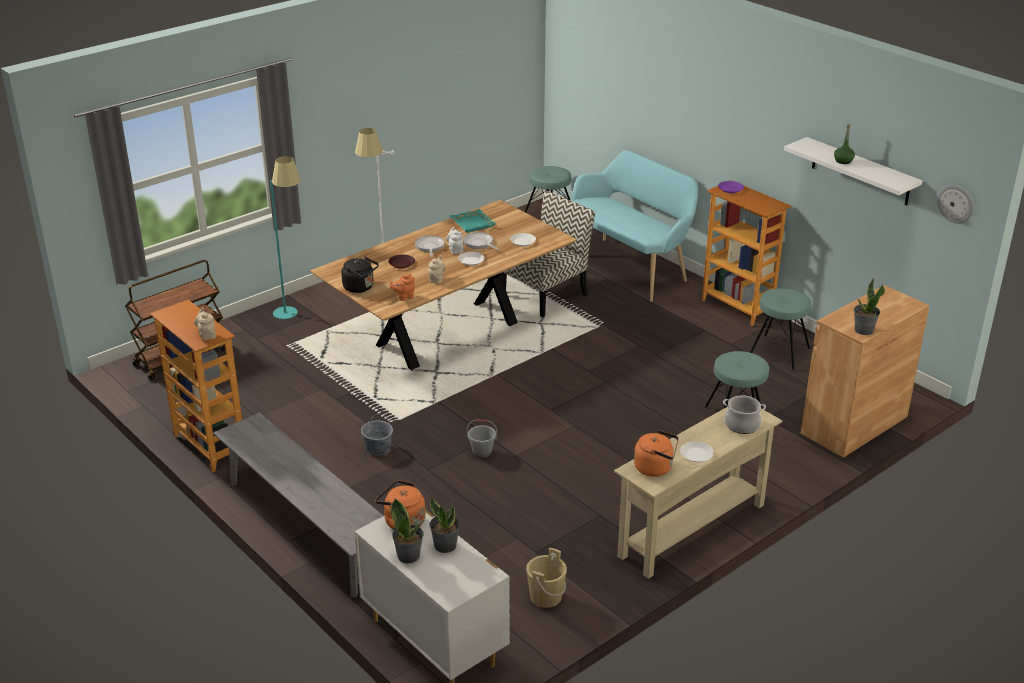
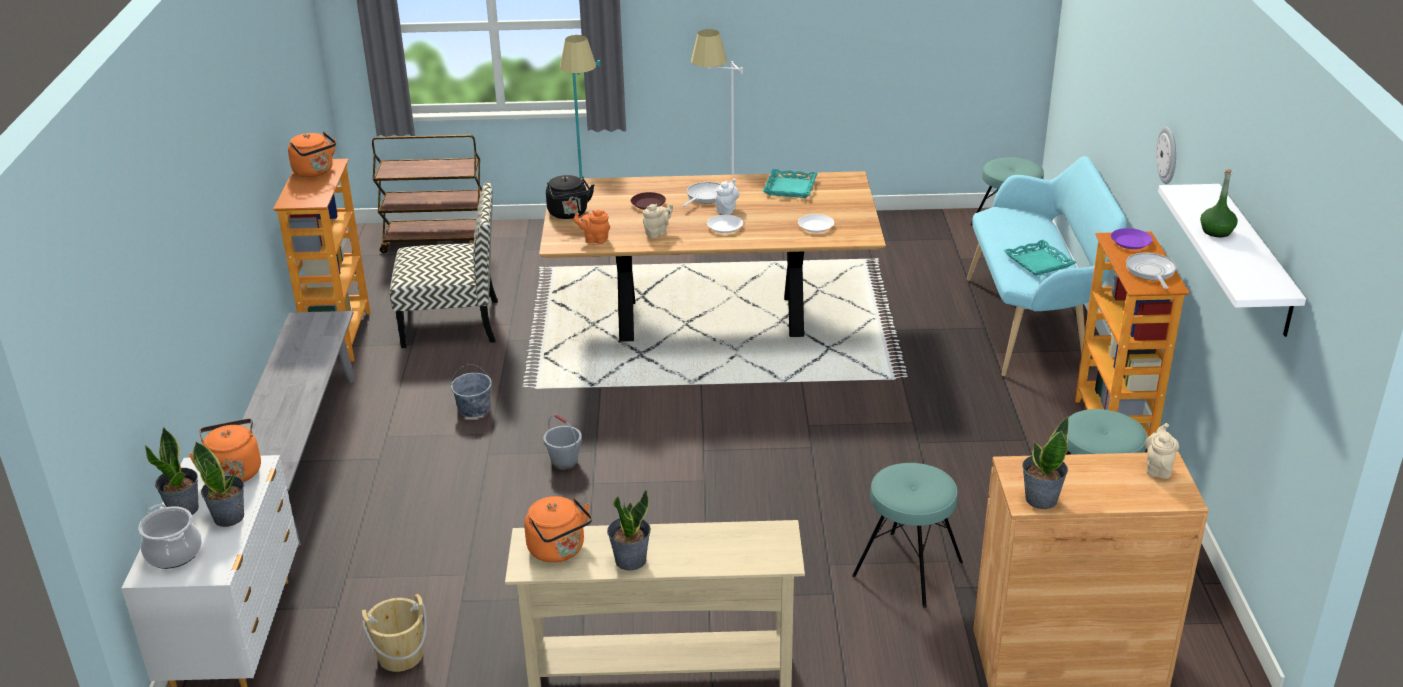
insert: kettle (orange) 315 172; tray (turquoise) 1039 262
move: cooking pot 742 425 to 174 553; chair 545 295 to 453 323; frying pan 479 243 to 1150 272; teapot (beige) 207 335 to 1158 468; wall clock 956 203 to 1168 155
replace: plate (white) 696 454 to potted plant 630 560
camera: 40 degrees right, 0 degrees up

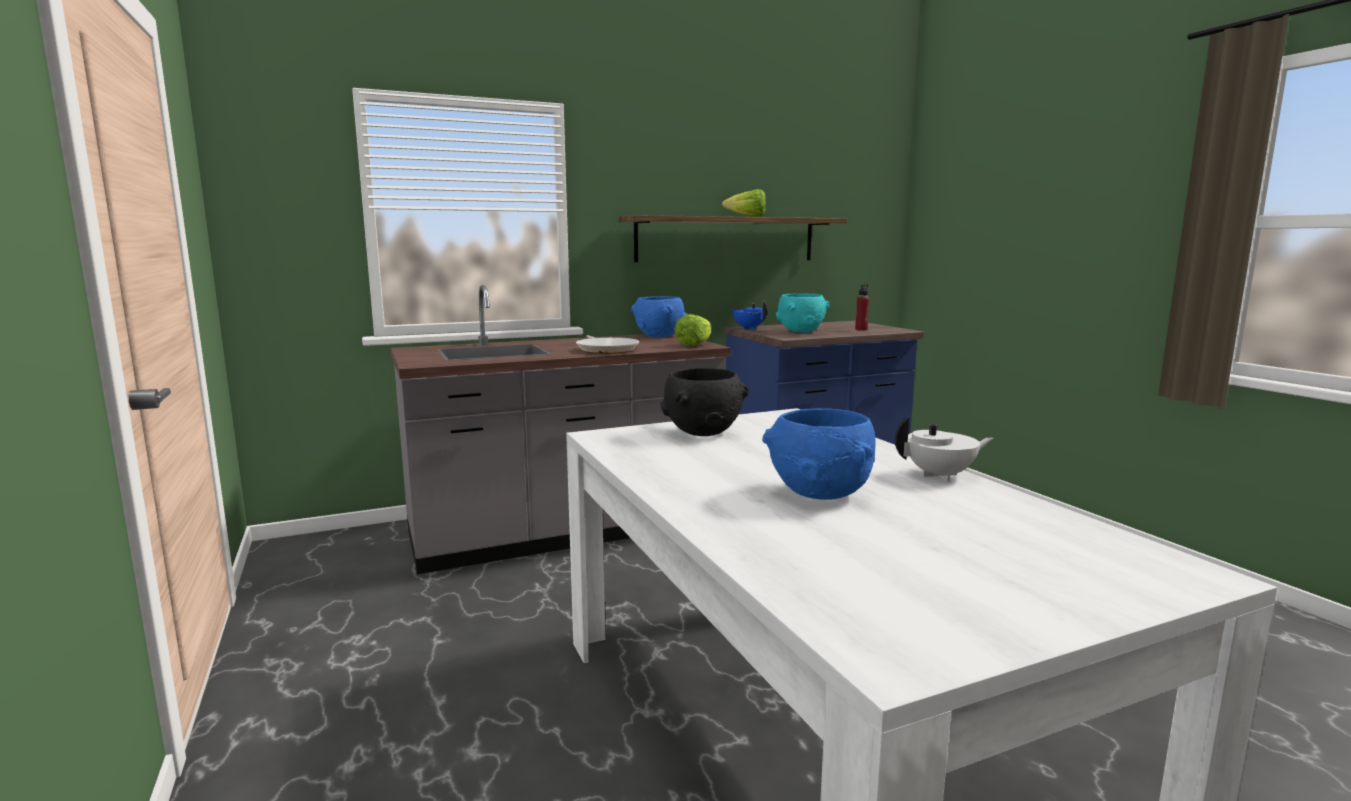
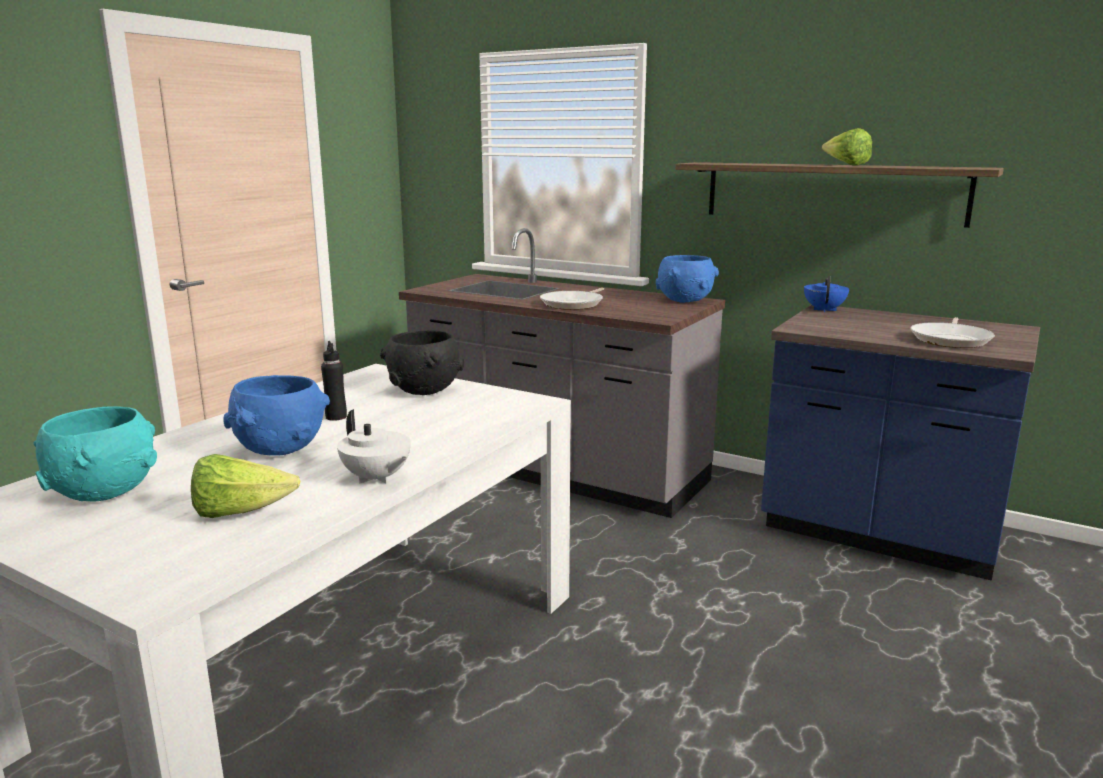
insert: bottle (black) 336 417
move: bowl (turquoise) 800 331 to 105 493; lettuce 694 344 to 240 512
replace: bottle (red) 861 329 to frying pan 951 339
camera: 55 degrees right, 5 degrees up

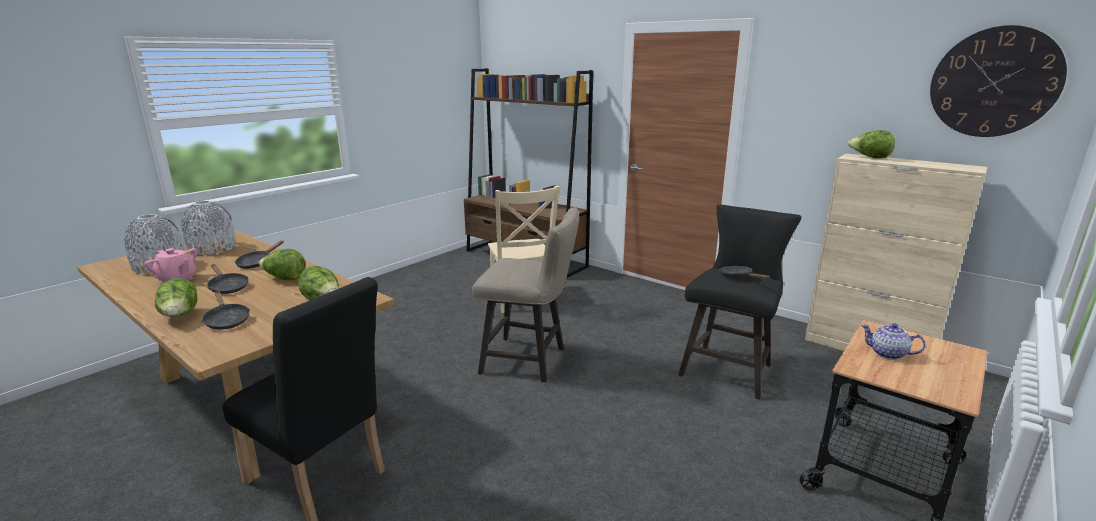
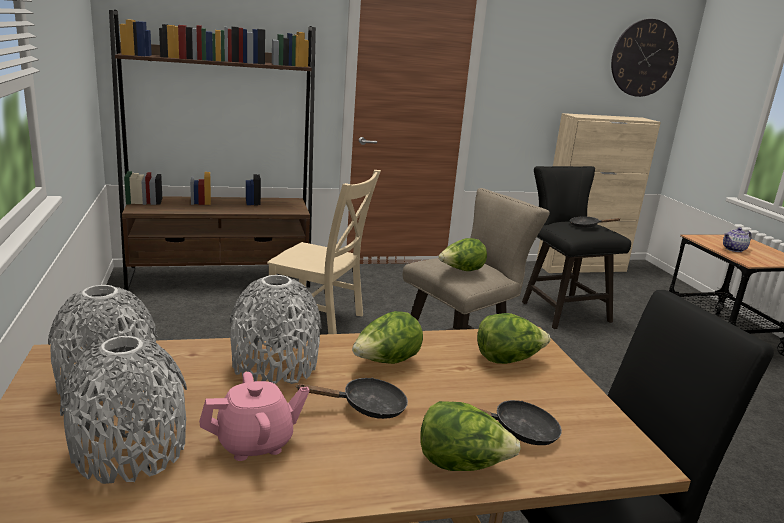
move: lettuce 870 158 to 461 271
replace: frying pan (black) 257 263 to vase (grey) 275 365
camera: 55 degrees left, 0 degrees up

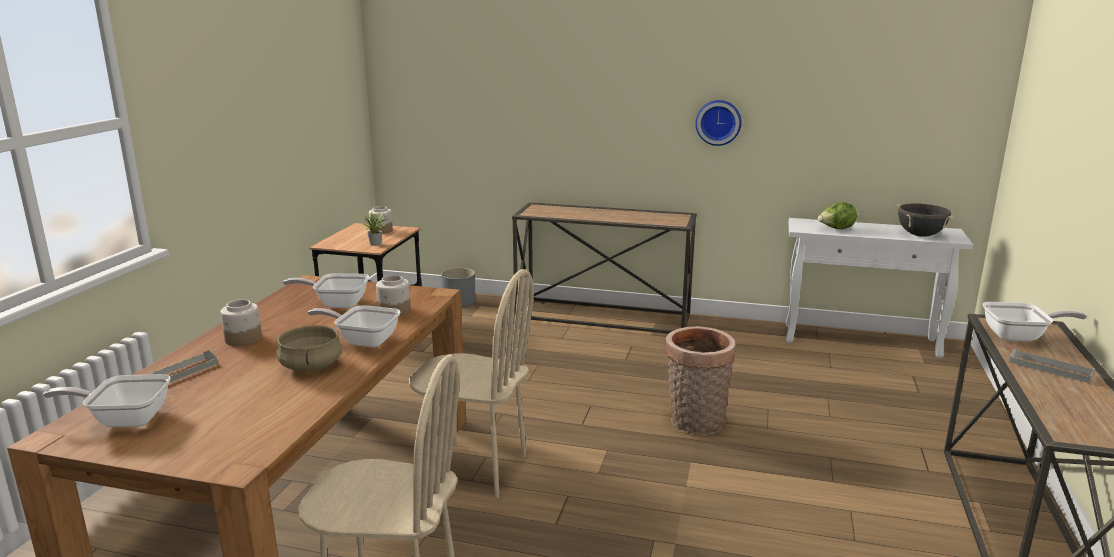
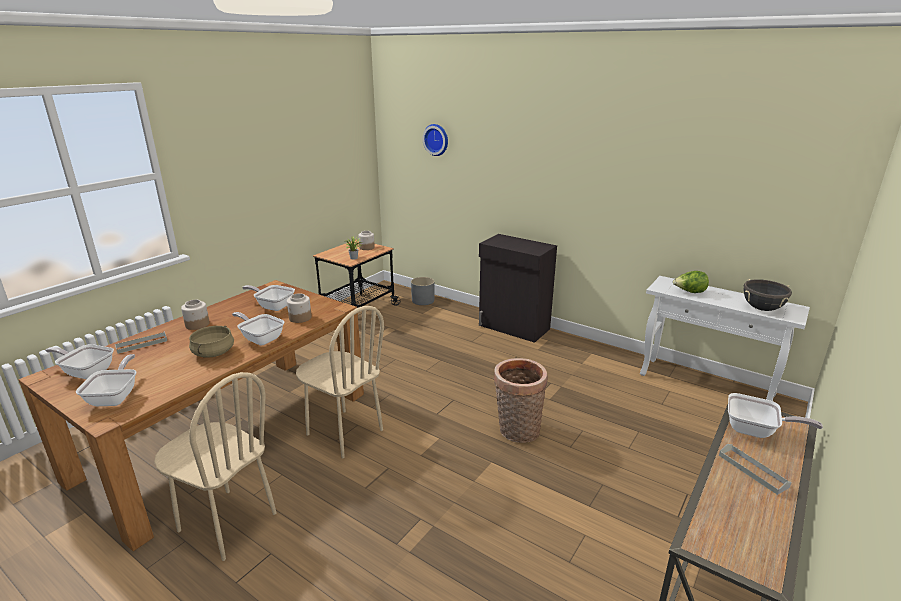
insert: frying pan 116 396
move: wall clock 718 122 to 437 139
replace: console table 603 315 to cabinet (black) 514 327
camera: 20 degrees right, 5 degrees up

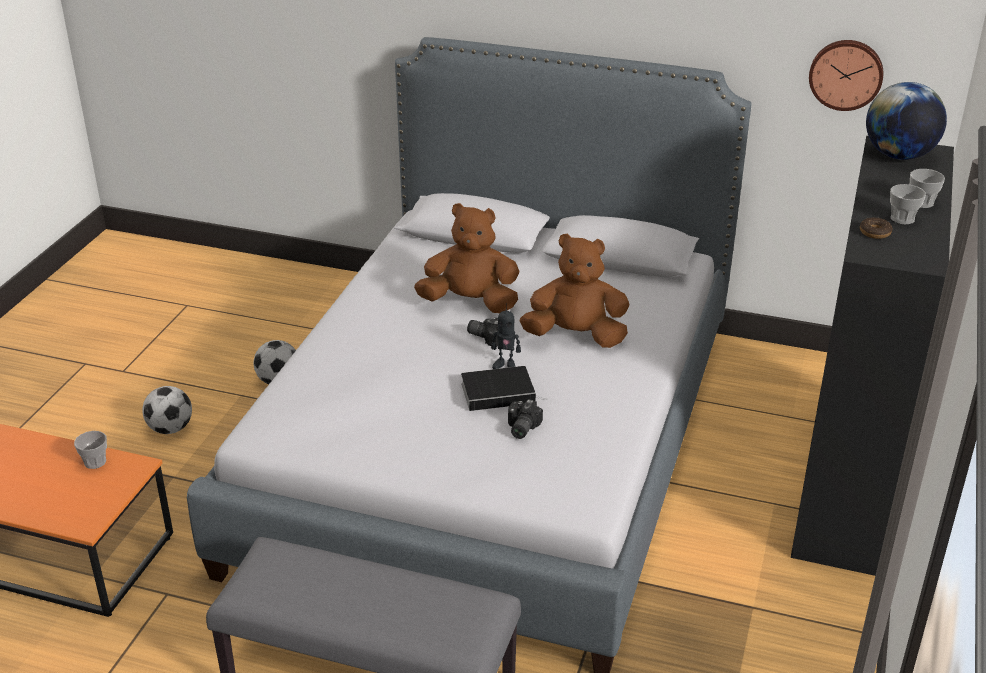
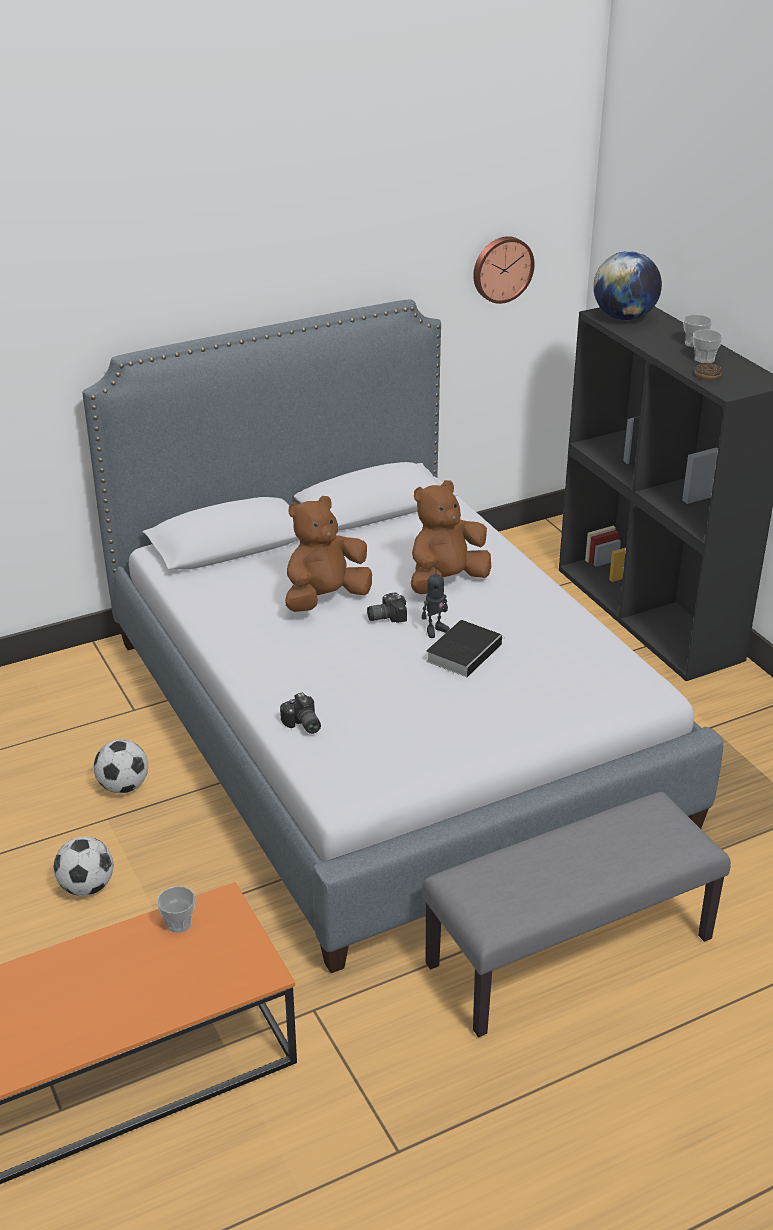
move: photo camera 520 428 to 302 725
camera: 45 degrees left, 0 degrees up

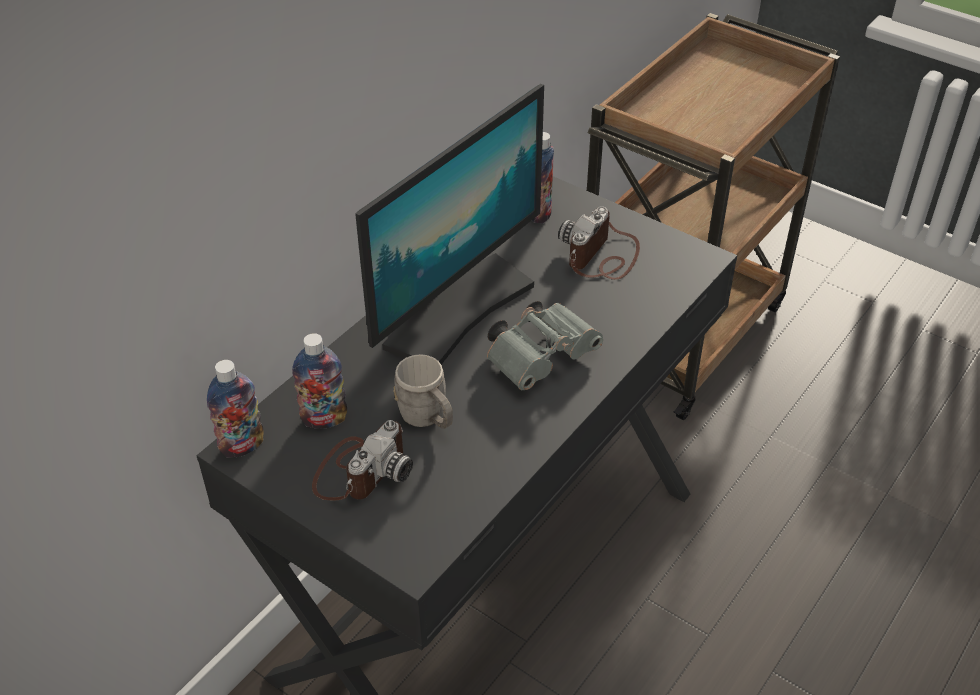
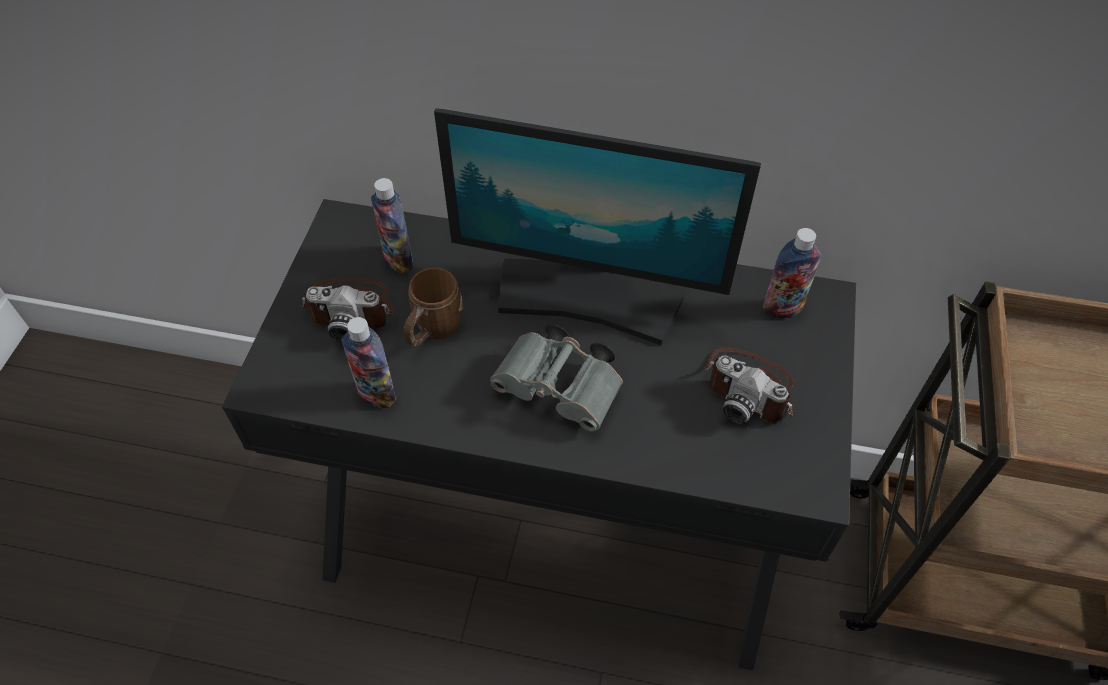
move: bottle 242 445 to 376 394
recolor: mug (grey) 428 418 to mug (brown) 433 331
rotate: photo camera 602 256 = 750 388 150 degrees counterclockwise
camera: 65 degrees right, 10 degrees up

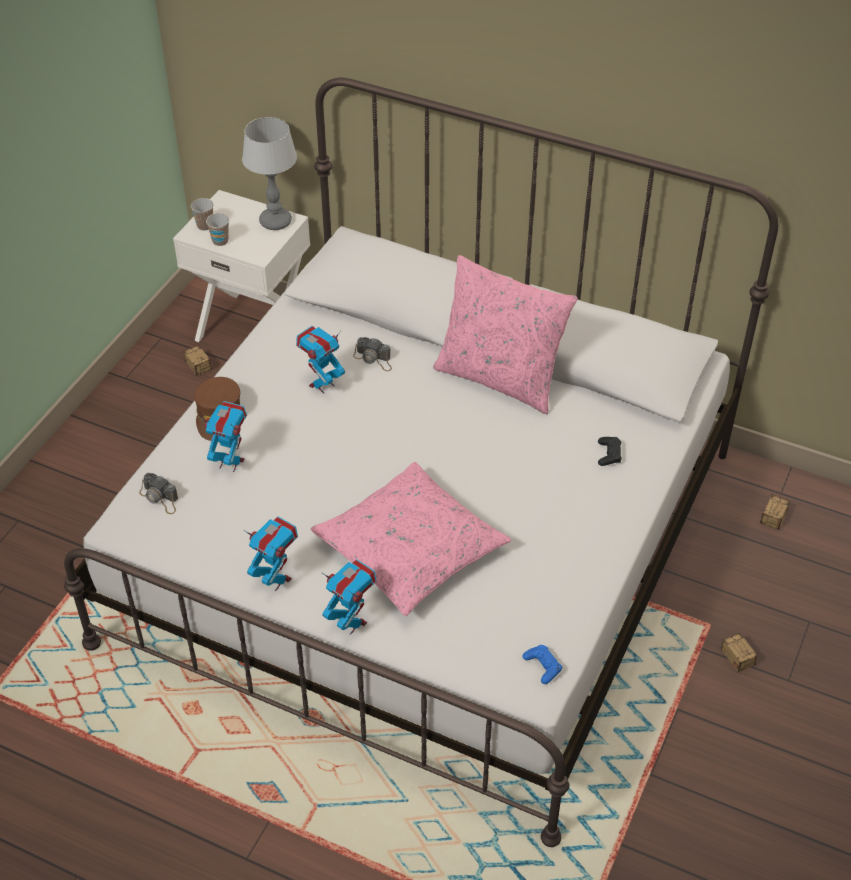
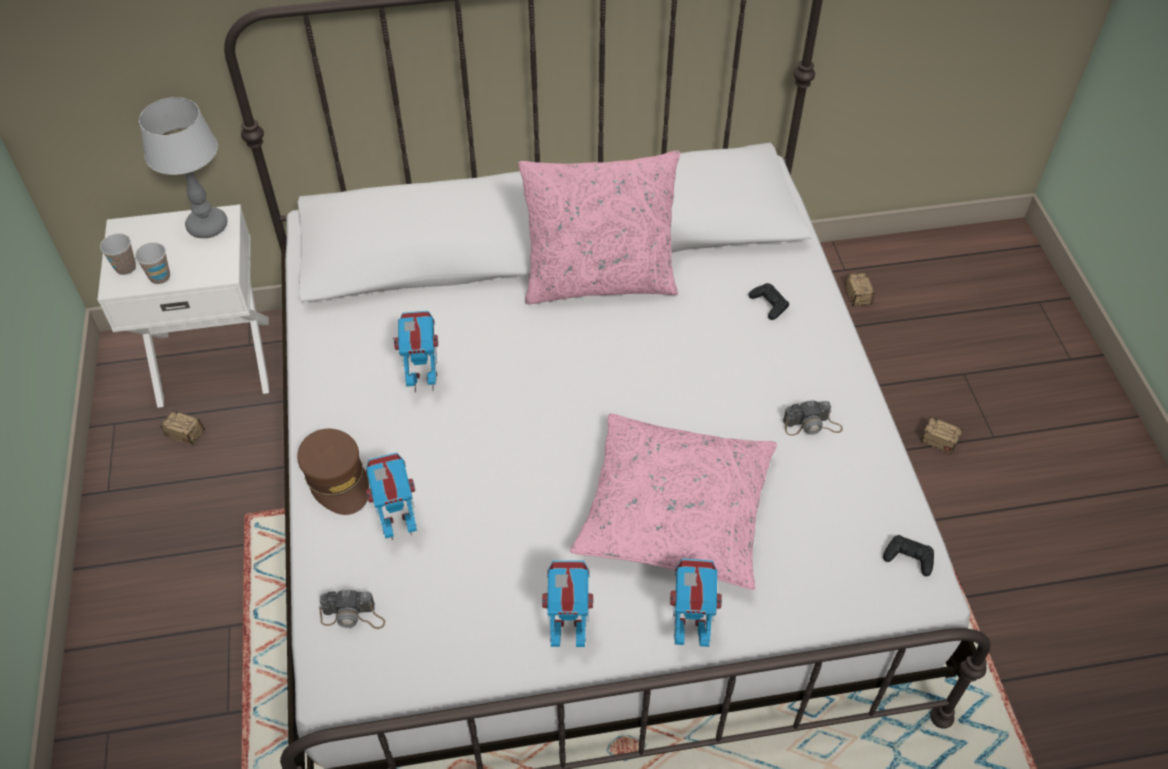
move: photo camera 374 359 to 812 425
recolor: game controller (blue) 543 666 to game controller (black) 908 558
rotate: toy robot 322 385 = 423 381 75 degrees clockwise
camera: 35 degrees left, 5 degrees up

